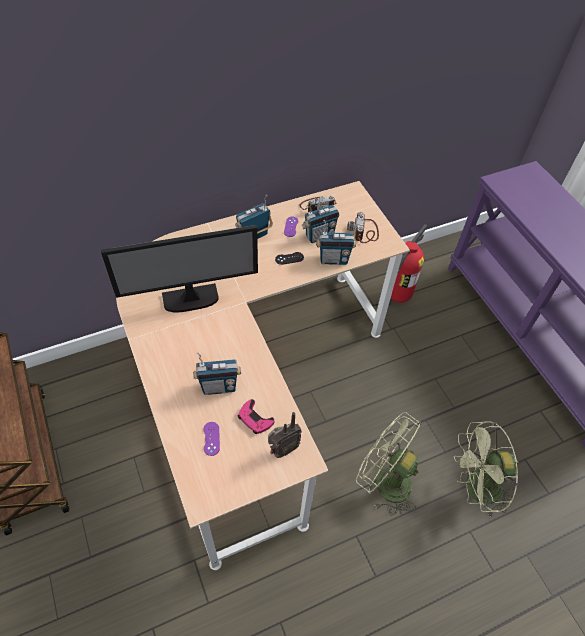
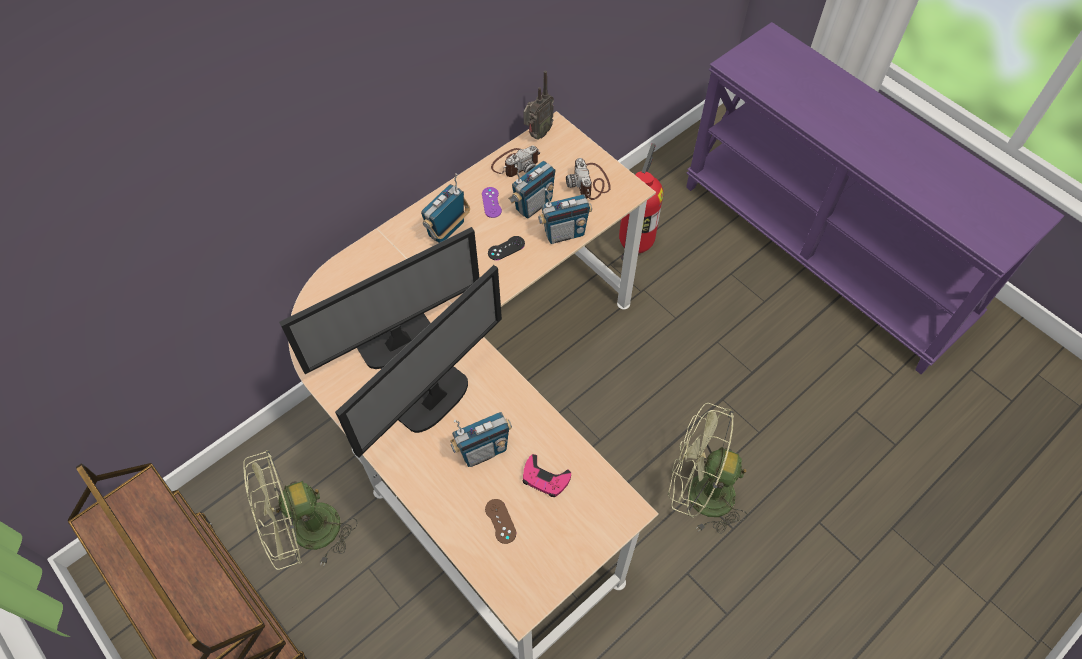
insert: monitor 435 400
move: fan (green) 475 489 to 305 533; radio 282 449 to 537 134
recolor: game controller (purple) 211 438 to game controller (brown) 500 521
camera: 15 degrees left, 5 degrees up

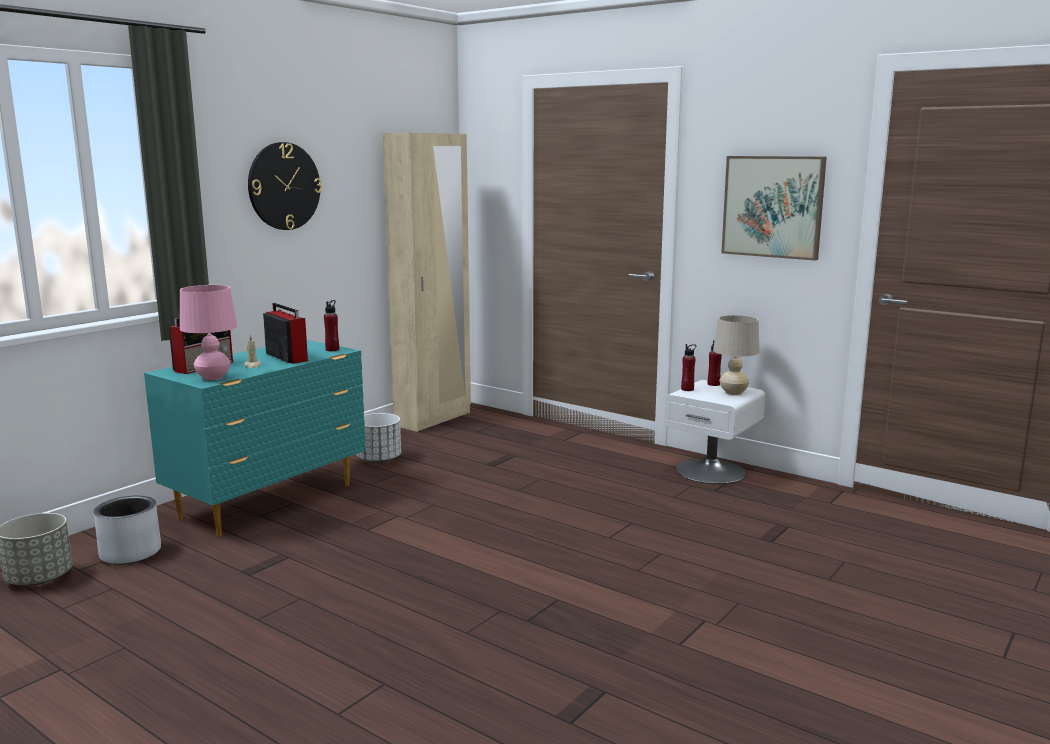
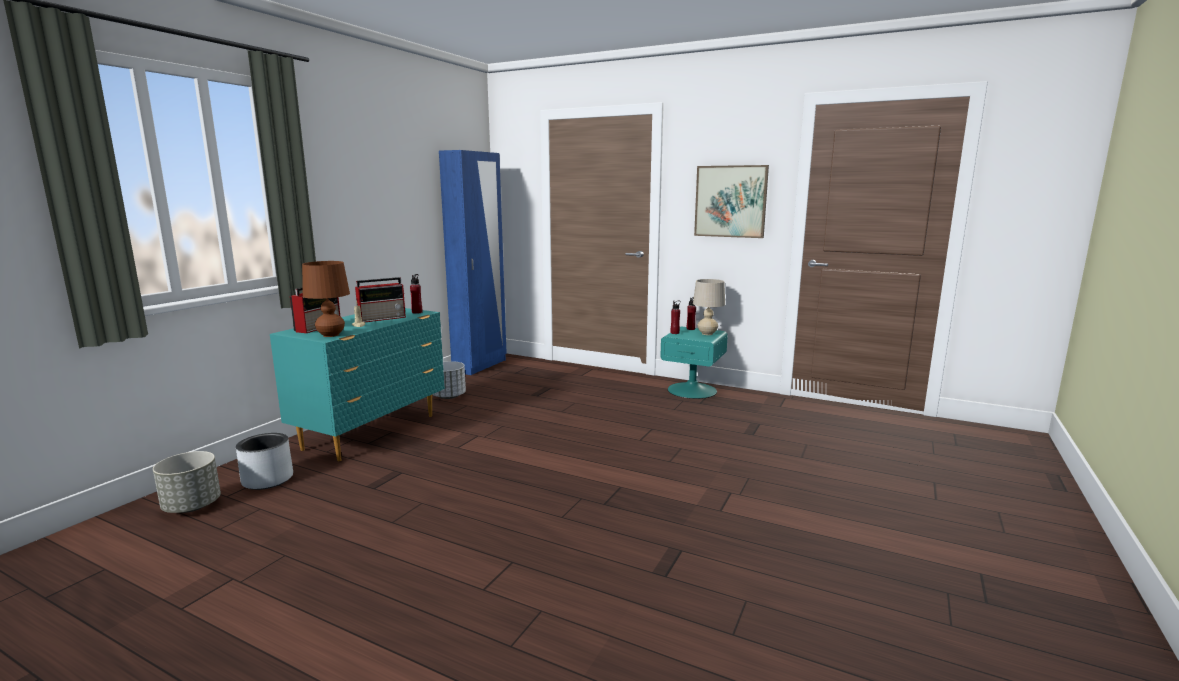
delete: wall clock 284 186
recolor: table lamp (pink) 213 378 to table lamp (brown) 331 335; wardrobe (beige) 433 419 to wardrobe (blue) 480 366; nightstand (white) 711 470 to nightstand (turquoise) 692 390
rotate: radio 286 357 = 383 318 105 degrees clockwise
camera: 10 degrees left, 0 degrees up

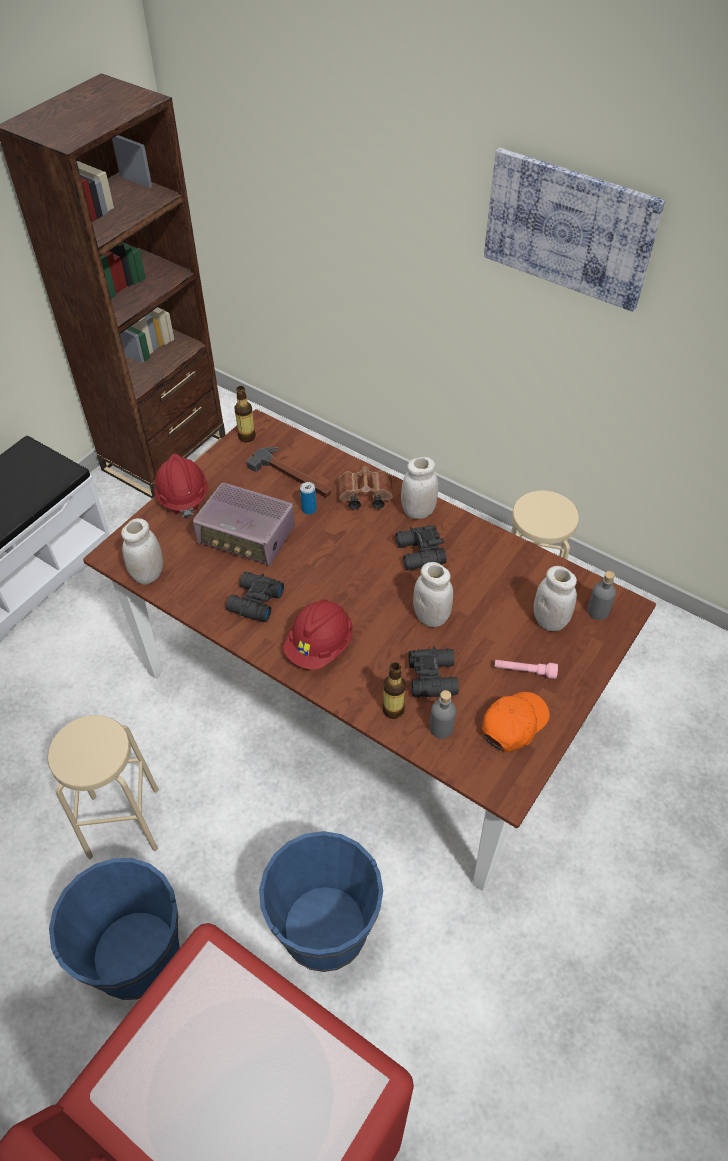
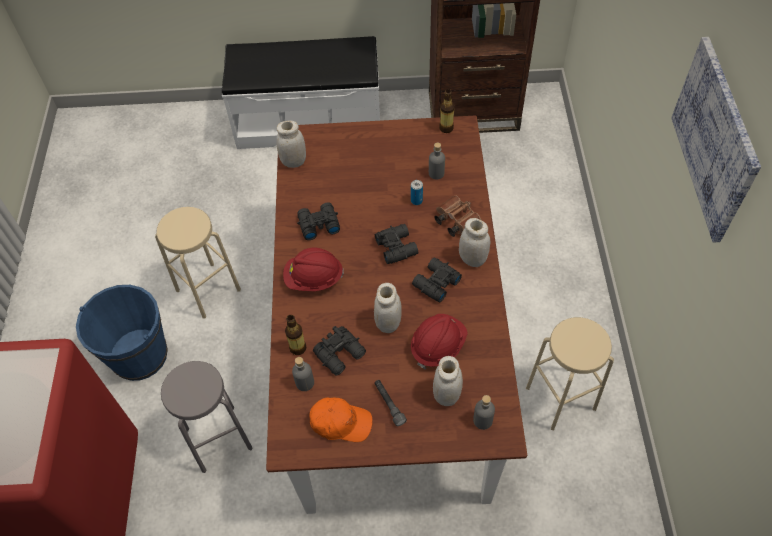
delete: radio 247 537
insert: binoculars (black) 397 246
move: hard hat (red) 182 496 to 438 346
replace: bucket (blue) 324 929 to stool (grey) 218 438; hammer 292 476 to bottle (grey) 436 173
recolor: flashlight (pink) 524 671 to flashlight (grey) 389 404
camera: 55 degrees right, 5 degrees up

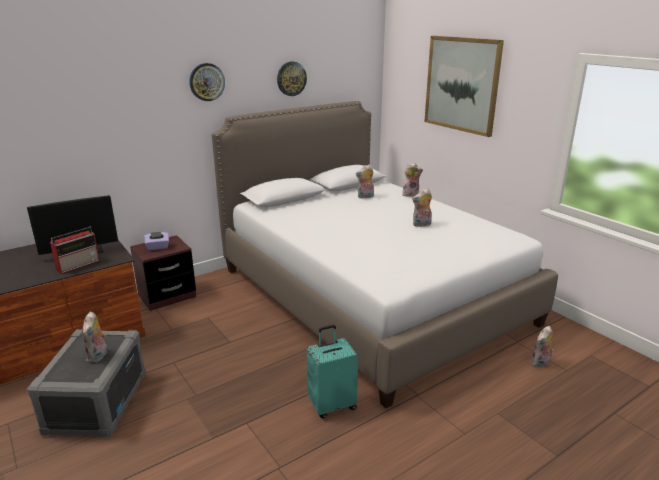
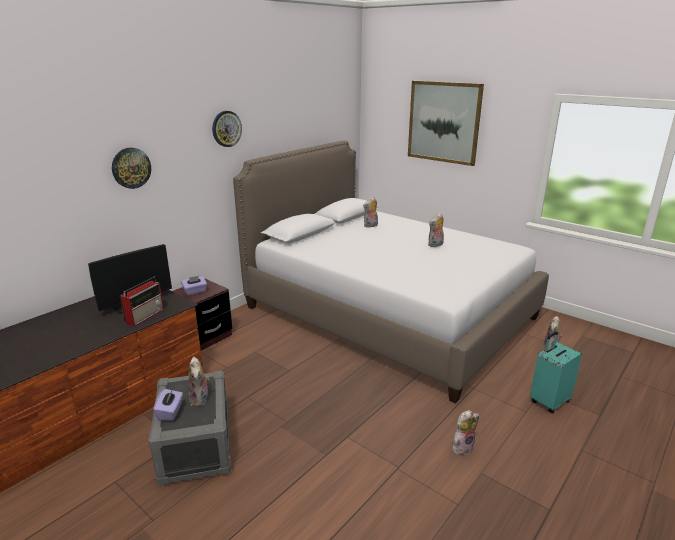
insert: tissue box (purple) 170 412
move: wall clock 291 78 to 131 168; plush toy 410 194 to 462 447; suitcase (turquoise) 332 405 to 548 401
camera: 15 degrees left, 0 degrees up

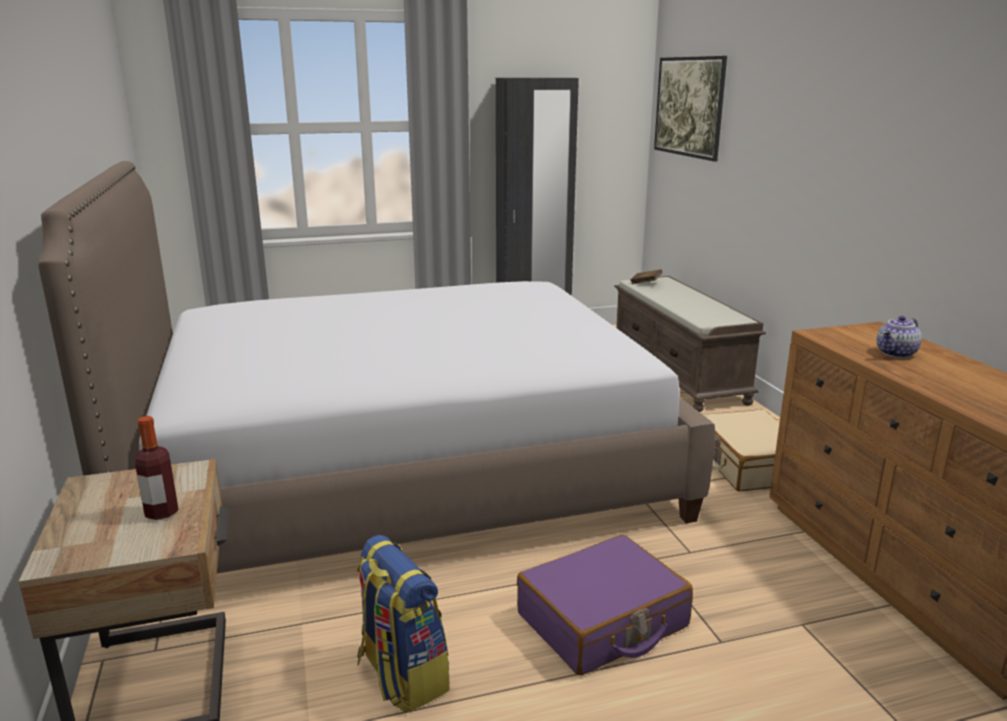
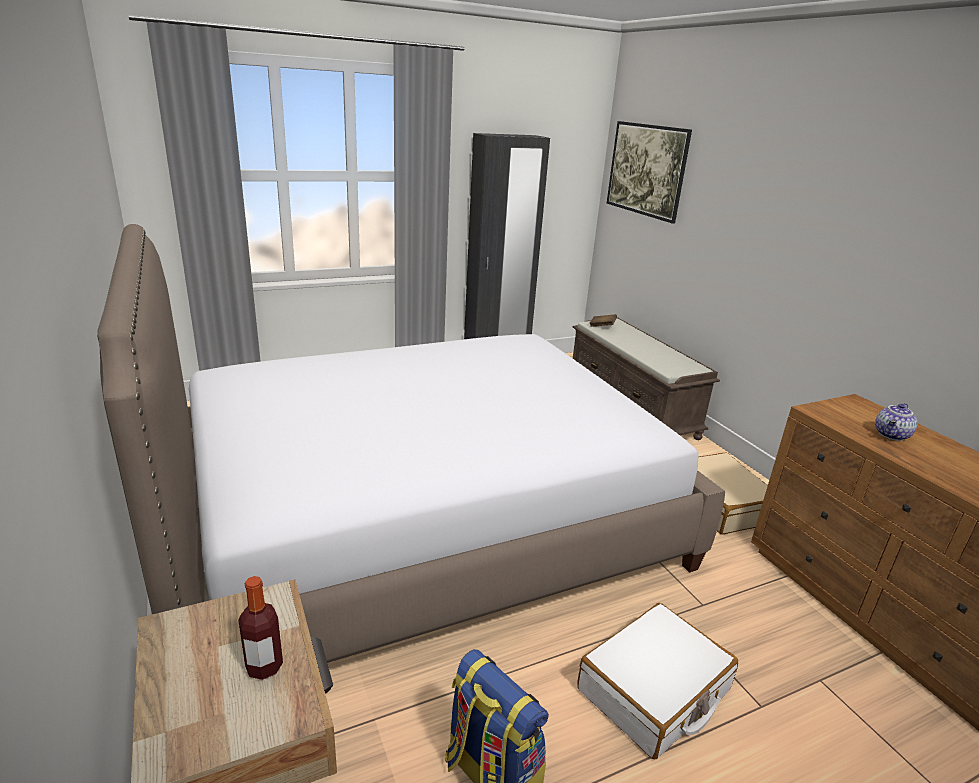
recolor: suitcase (purple) 602 621 to suitcase (white) 654 691
camera: 10 degrees left, 5 degrees up

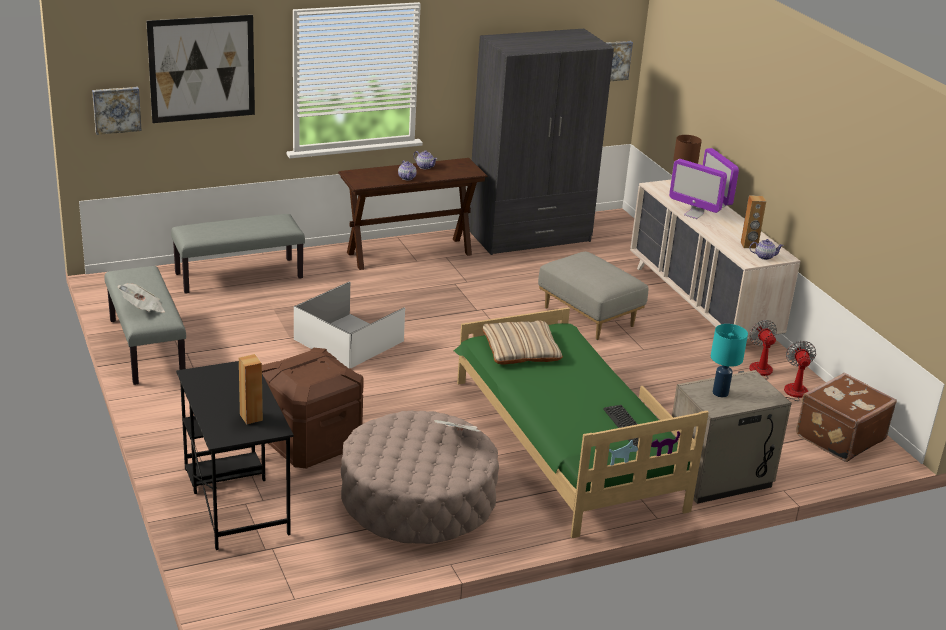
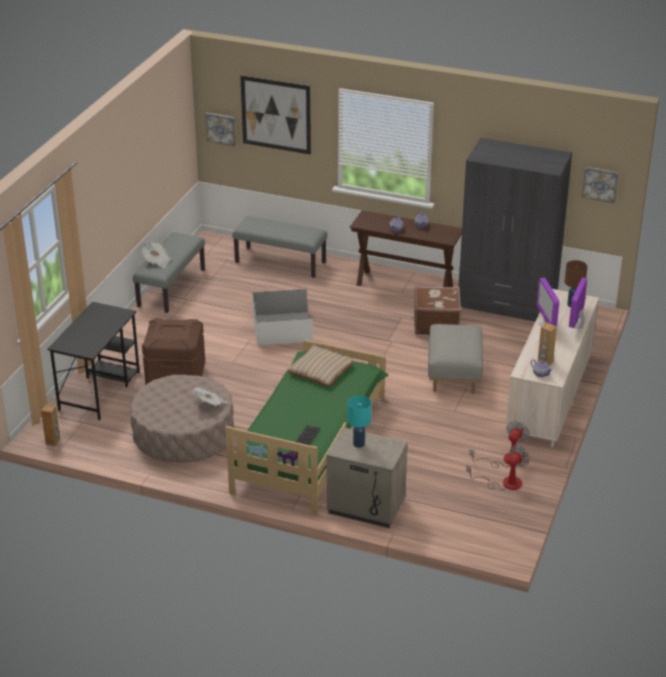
move: speaker (brown) 251 417 to 53 441; suitcase (brown) 838 437 to 435 324
camera: 45 degrees right, 5 degrees up

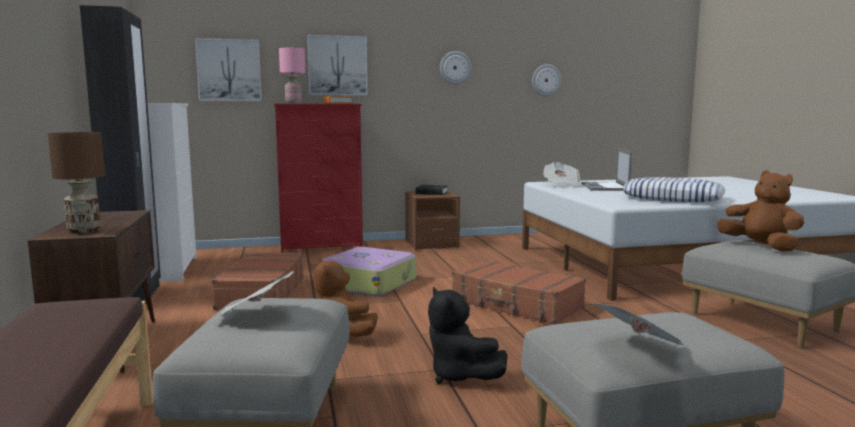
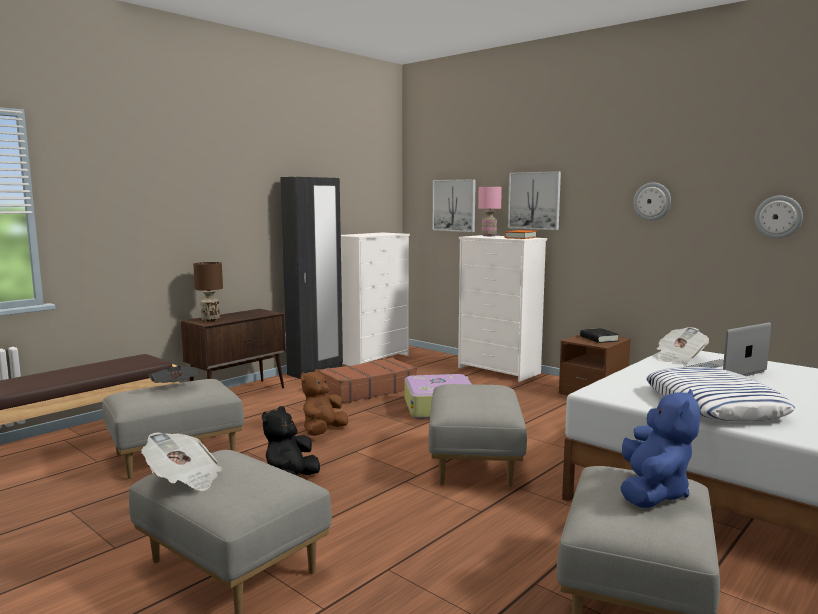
replace: suitcase (brown) 516 304 to ottoman (grey) 475 464
recolor: dresser (red) 322 248 to dresser (white) 499 370; plush toy (brown) 760 247 to plush toy (blue) 652 492
camera: 55 degrees right, 0 degrees up

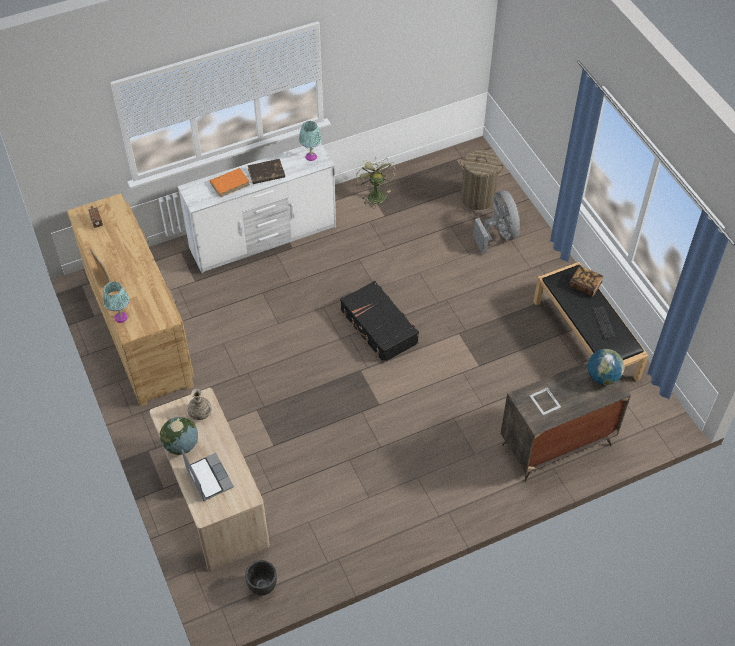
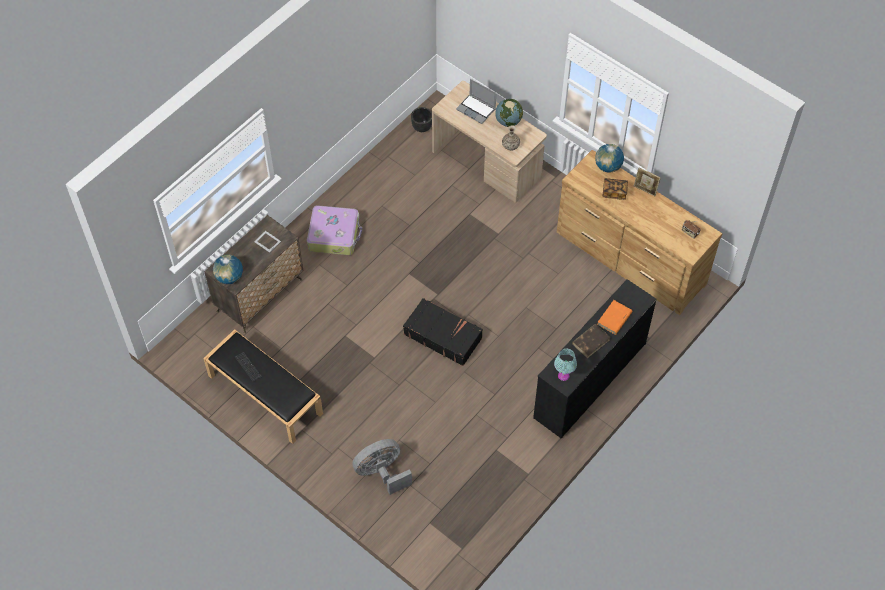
delete: fan (green) 375 194; laundry basket 477 198
insert: suitcase 334 235
move: book 585 285 to 614 192
replace: table lamp (turquoise) 121 317 to globe 608 166
recolor: dresser (white) 264 238 to dresser (black) 589 380
rotate: fan (grey) 498 234 = 382 472 105 degrees clockwise
camera: 155 degrees right, 5 degrees up

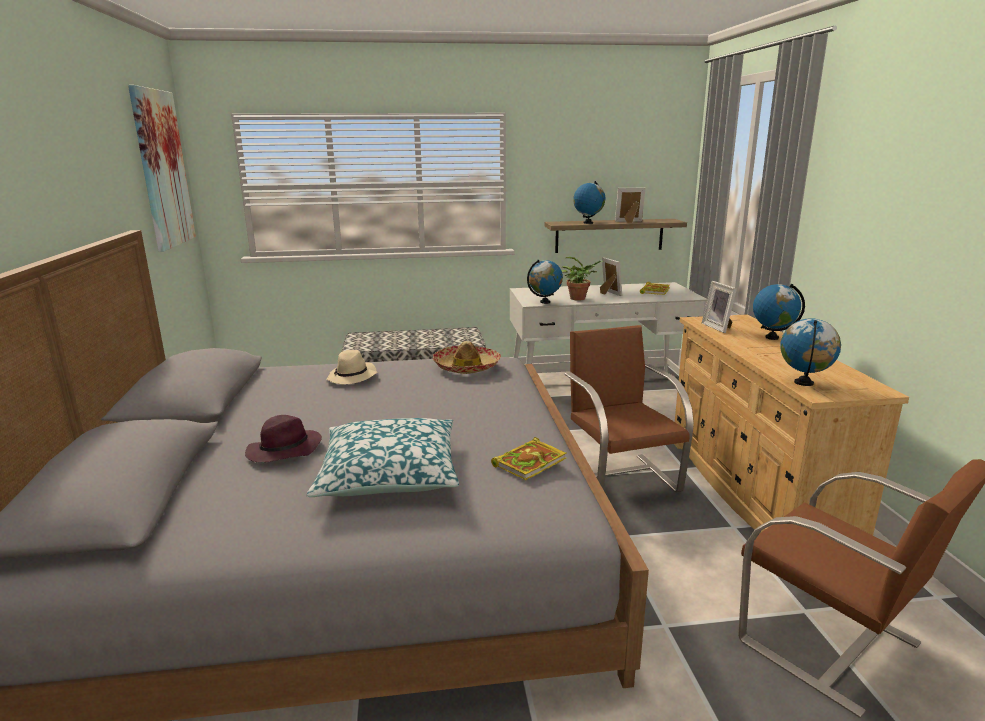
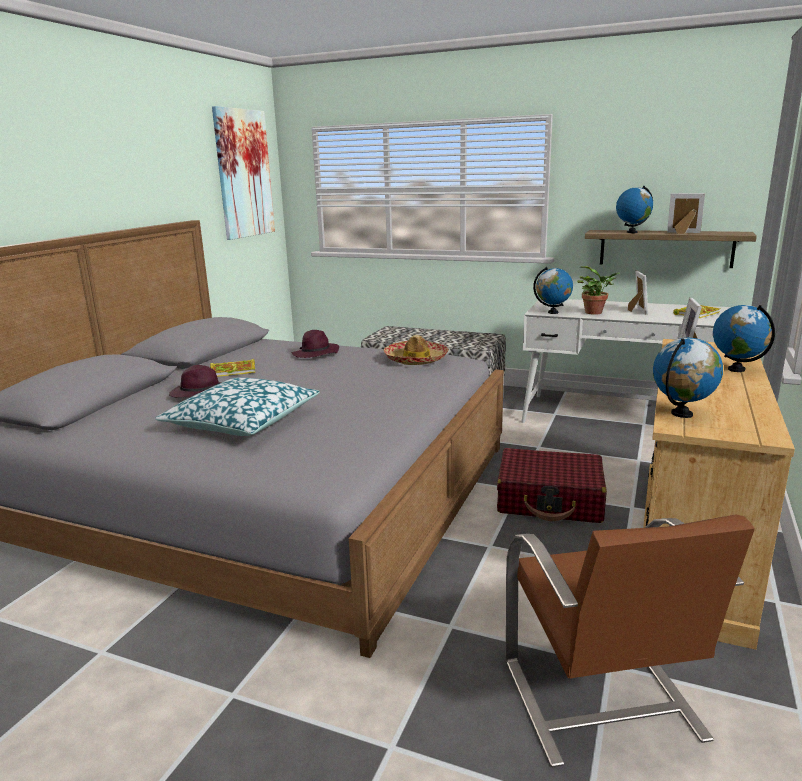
move: book 530 461 to 234 371
replace: chair (brown) 620 479 to suitcase (red) 550 500
recolor: hat (beige) 352 377 to hat (purple) 316 354
camera: 30 degrees right, 0 degrees up

